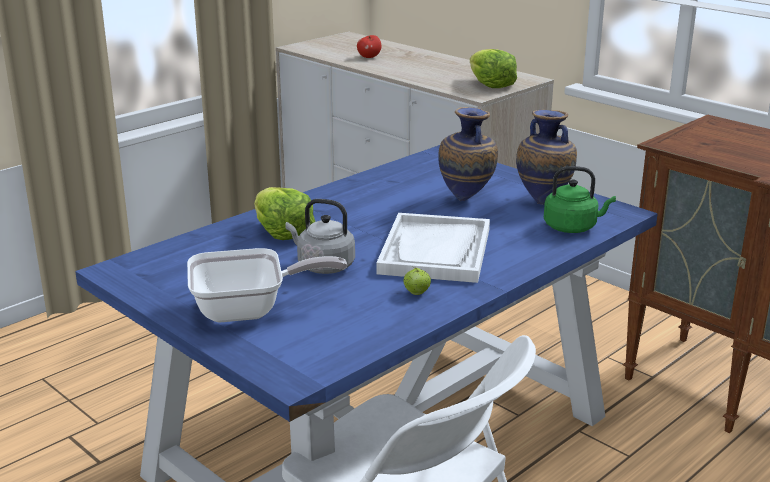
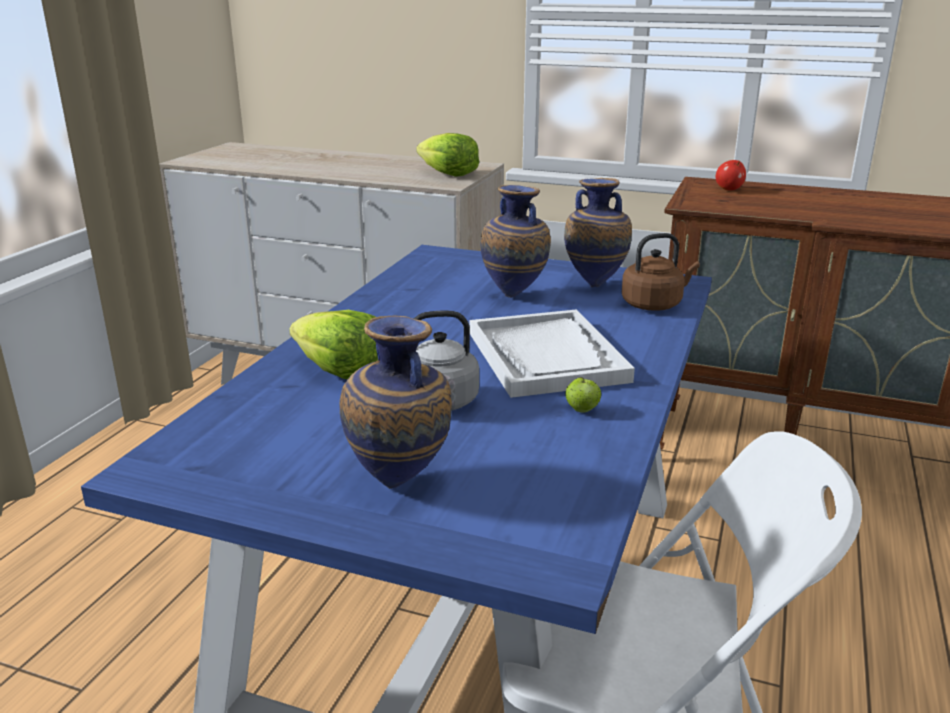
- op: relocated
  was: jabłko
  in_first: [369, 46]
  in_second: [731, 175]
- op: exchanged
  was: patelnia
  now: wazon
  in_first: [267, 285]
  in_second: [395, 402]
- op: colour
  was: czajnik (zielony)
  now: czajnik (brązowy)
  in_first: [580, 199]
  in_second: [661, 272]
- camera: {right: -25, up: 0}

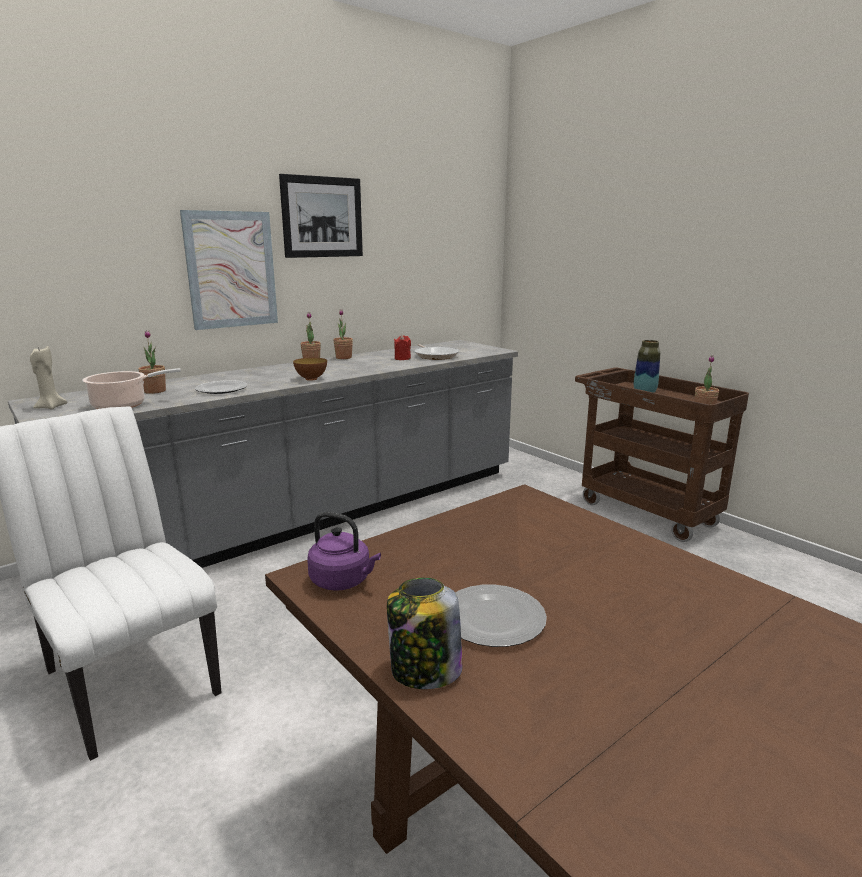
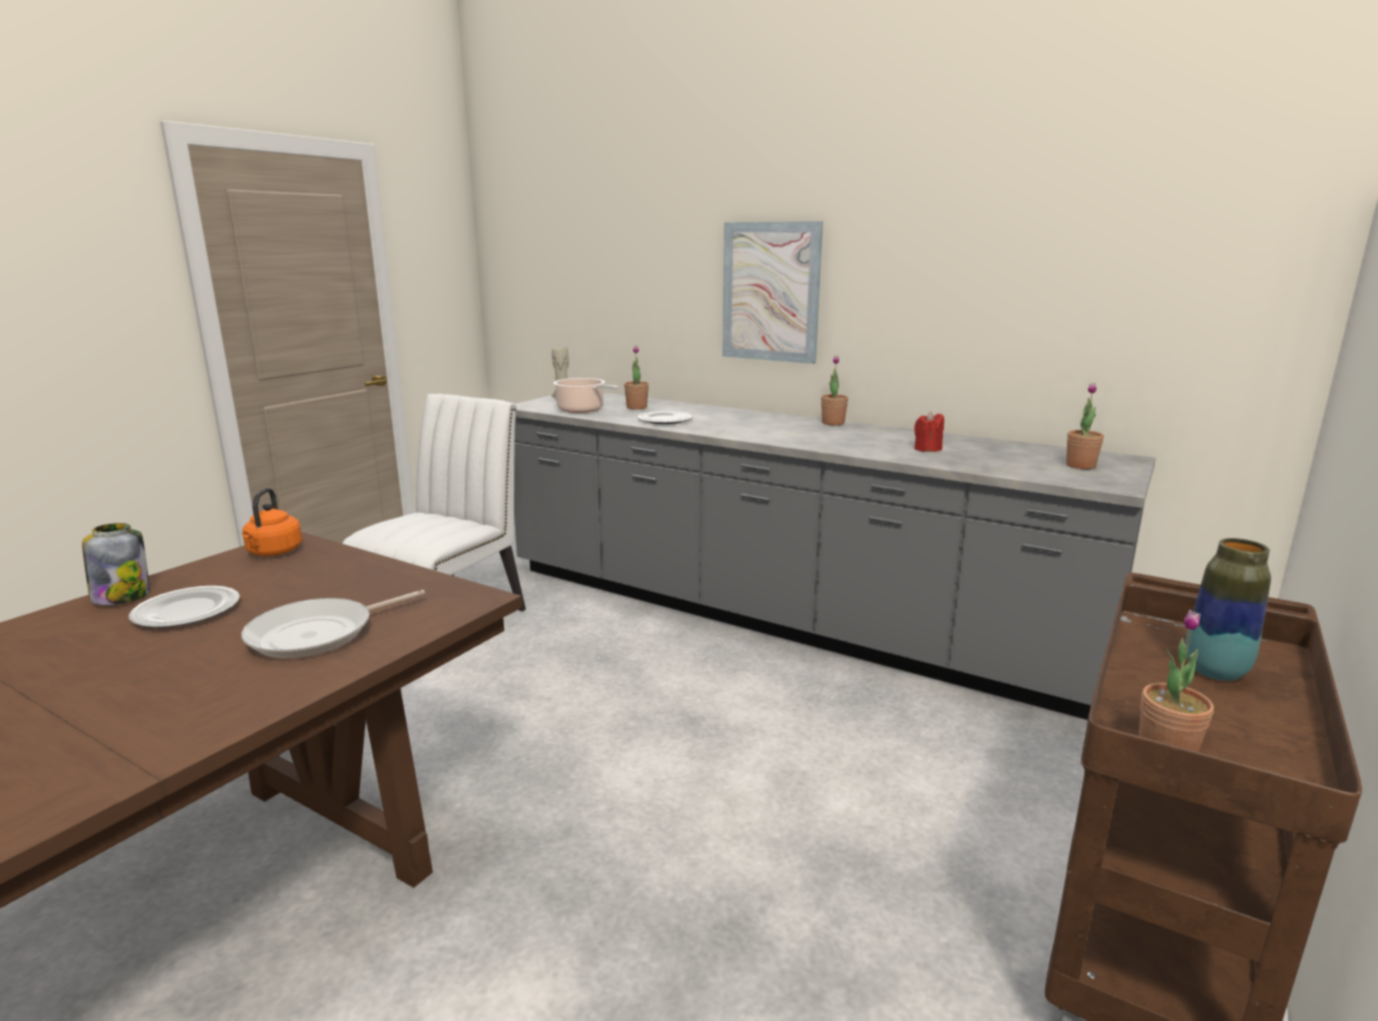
- op: missing
  was: obraz
  in_first: [321, 216]
- op: missing
  was: miska
  in_first: [310, 369]
- op: relocated
  was: roślina doniczkowa
  in_first: [343, 334]
  in_second: [1085, 426]
- op: relocated
  was: patelnia
  in_first: [436, 352]
  in_second: [333, 624]
- op: colour
  was: czajnik (fioletowy)
  now: czajnik (pomarańczowy)
  in_first: [344, 551]
  in_second: [272, 522]
- camera: {right: 70, up: 0}

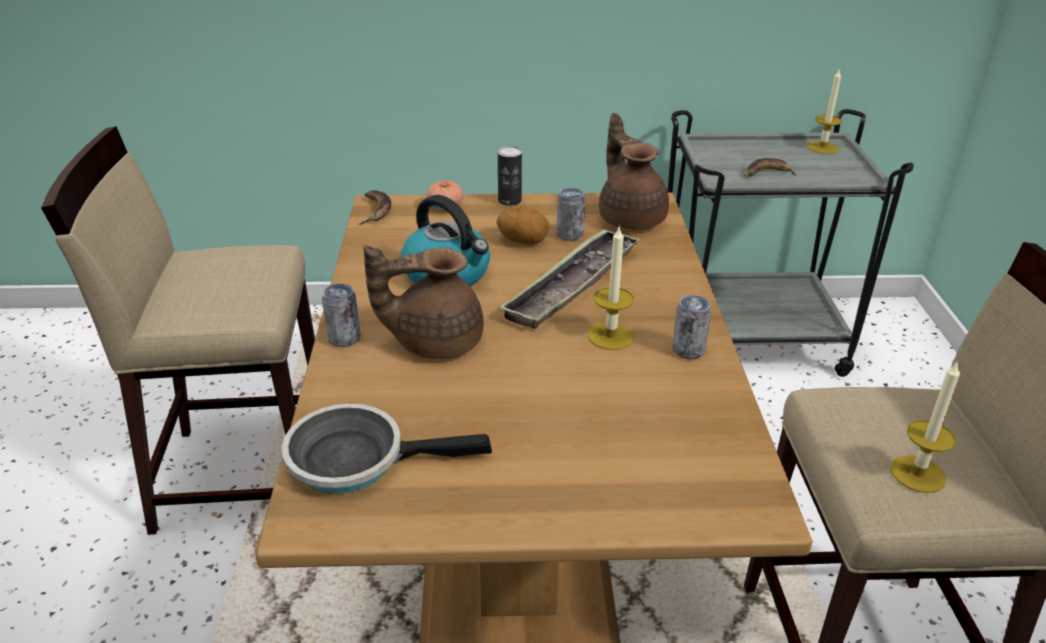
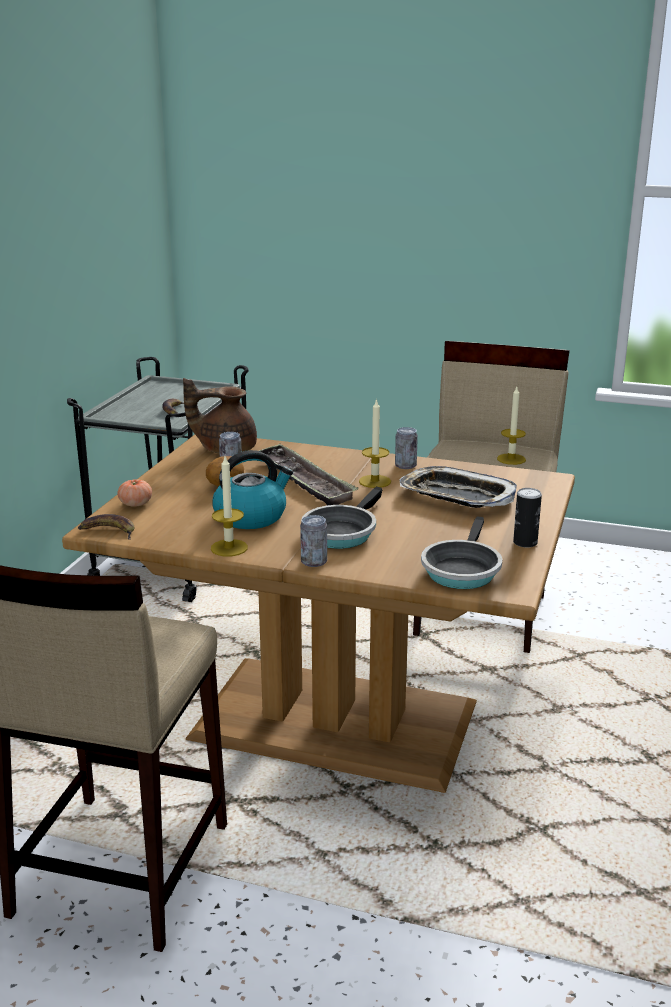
- op: appeared
  now: taca
  in_second: [458, 487]
- op: relocated
  was: puszka
  in_first: [510, 176]
  in_second: [527, 518]
- op: relocated
  was: świeca
  in_first: [824, 111]
  in_second: [229, 506]
- op: exchanged
  was: imbryk (brązowy)
  now: patelnia
  in_first: [423, 302]
  in_second: [341, 518]
- camera: {right: -70, up: -10}

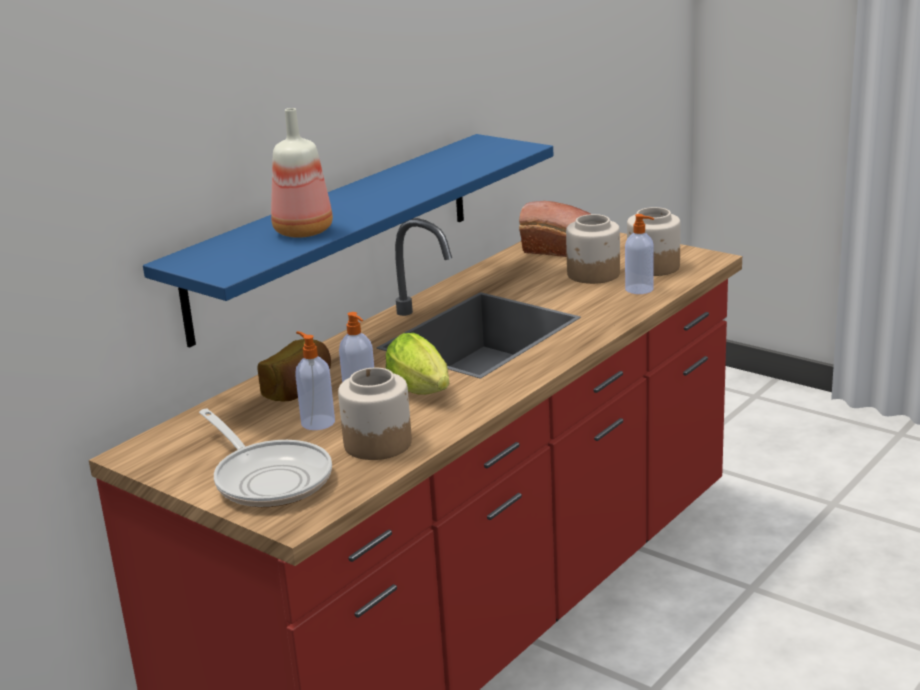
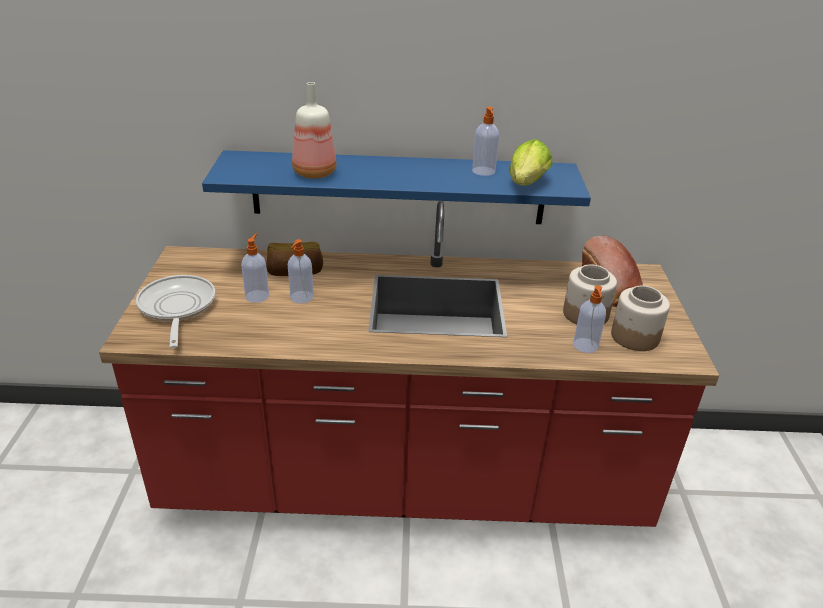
- op: missing
  was: słoik
  in_first: [375, 414]
- op: appeared
  now: dozownik mydła
  in_second: [485, 141]
- op: relocated
  was: sałata
  in_first: [417, 364]
  in_second: [531, 162]
- op: spun
  was: patelnia
  in_first: [265, 458]
  in_second: [175, 311]
  clockwise: 150
- camera: {right: 50, up: 10}

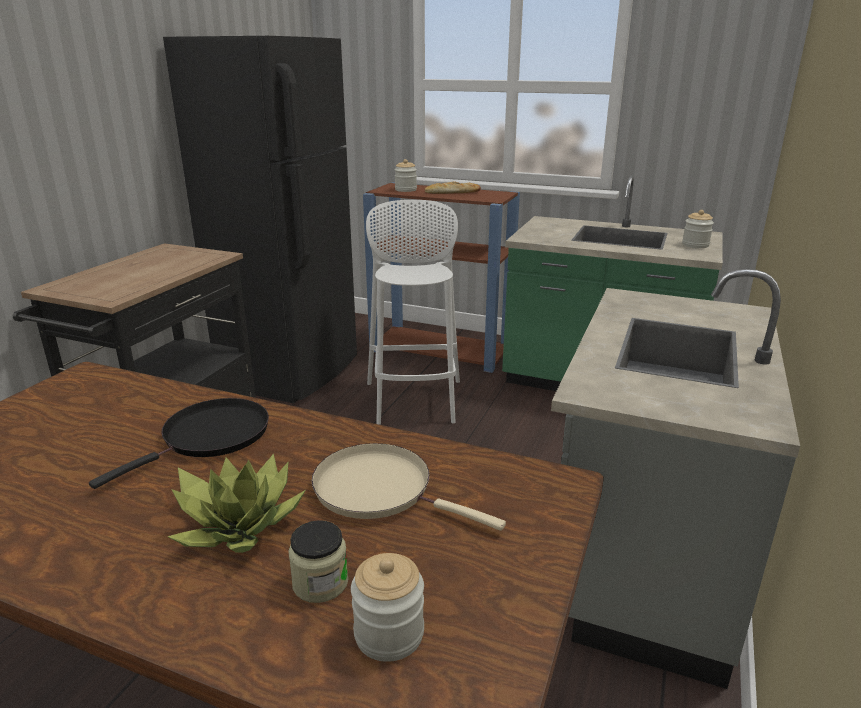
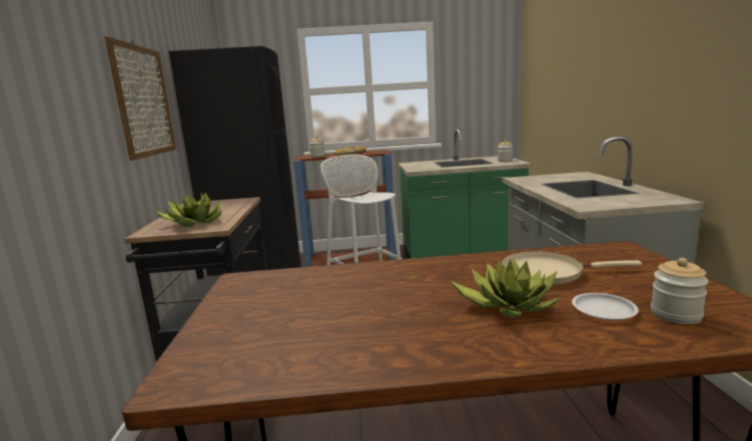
- op: missing
  was: patelnia (czarny)
  in_first: [179, 443]
- op: appeared
  now: obraz
  in_second: [140, 99]
- op: appeared
  now: roślina doniczkowa
  in_second: [188, 210]
- op: exchanged
  was: słoik
  now: talerz (biały)
  in_first: [318, 561]
  in_second: [605, 306]
- camera: {right: -25, up: -10}

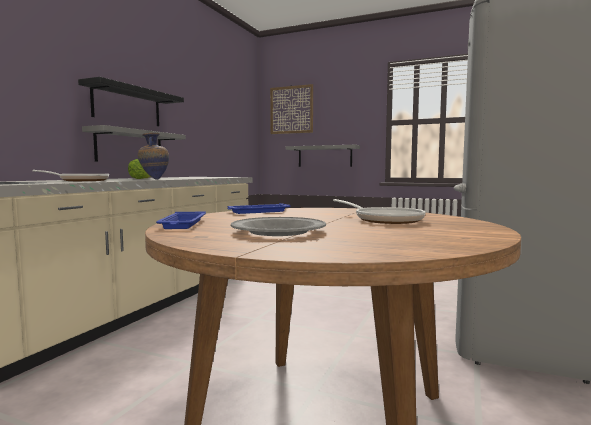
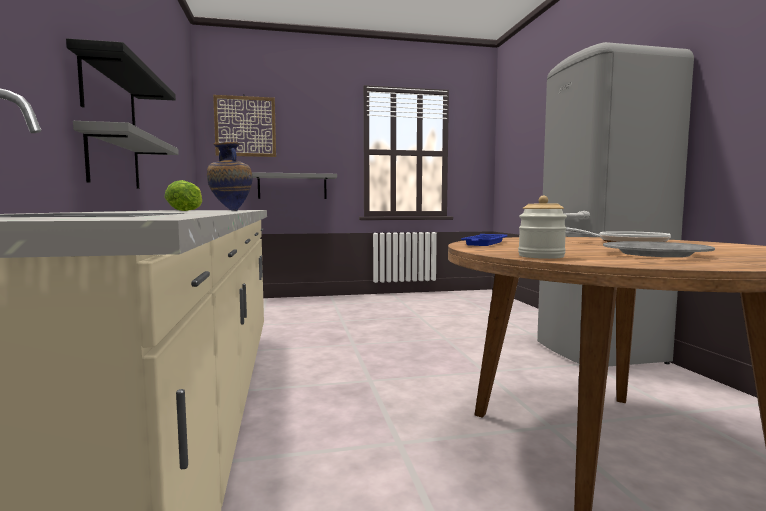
- op: missing
  was: patelnia
  in_first: [70, 175]
- op: exchanged
  was: taca (niebieski)
  now: słoik
  in_first: [181, 220]
  in_second: [542, 227]
- camera: {right: -35, up: 0}

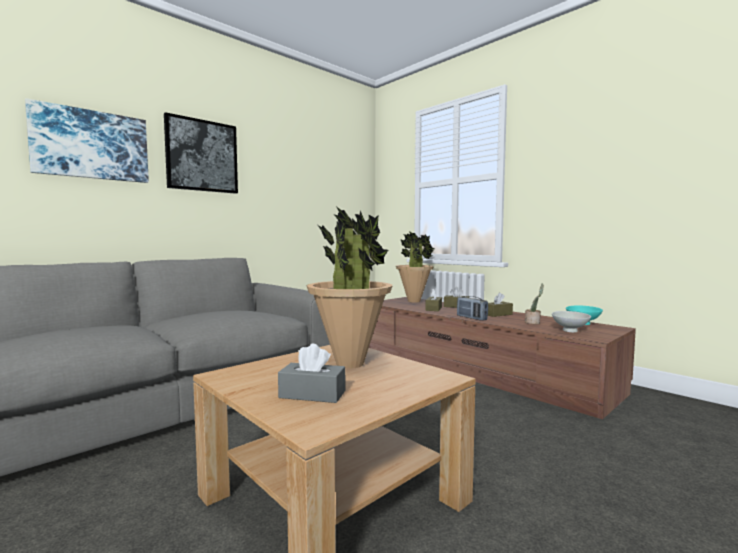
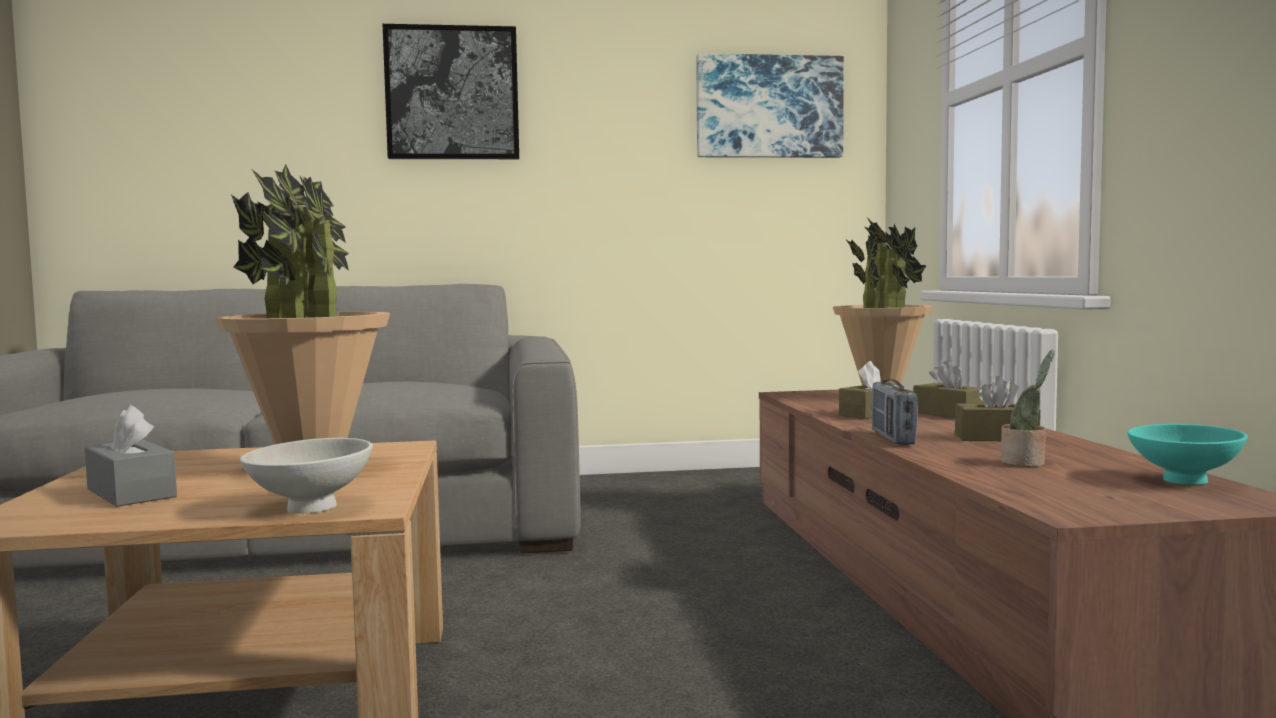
- op: relocated
  was: obraz
  in_first: [87, 140]
  in_second: [770, 105]
- op: relocated
  was: miska (biały)
  in_first: [571, 321]
  in_second: [306, 475]
- camera: {right: 35, up: 0}

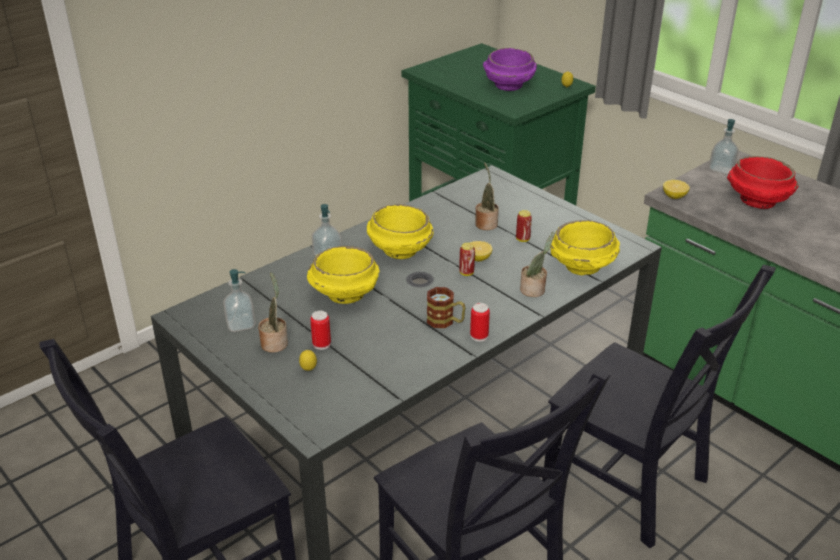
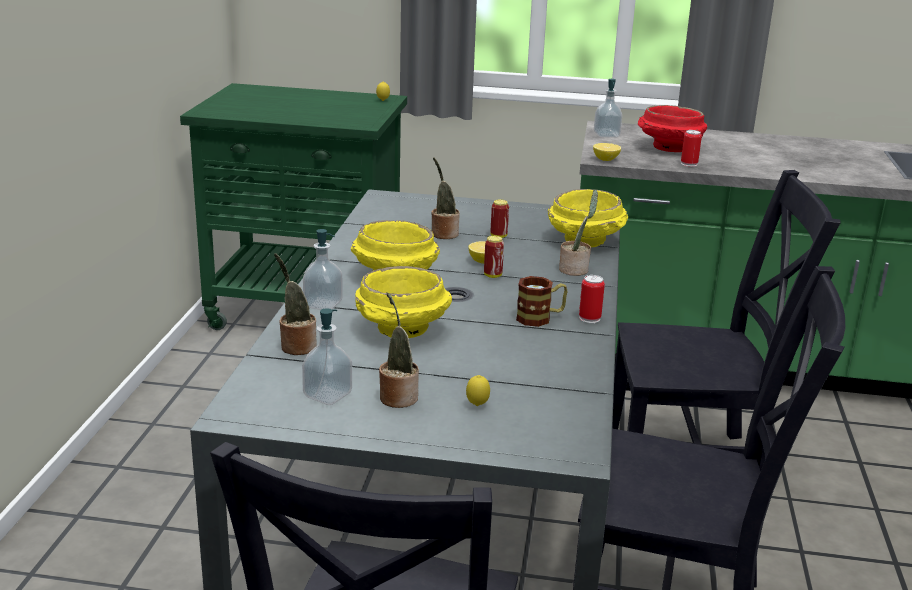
- op: missing
  was: miska (fioletowy)
  in_first: [510, 69]
- op: appeared
  now: roślina doniczkowa
  in_second: [295, 304]
- op: relocated
  was: puszka
  in_first: [320, 330]
  in_second: [691, 148]
- camera: {right: -40, up: -10}

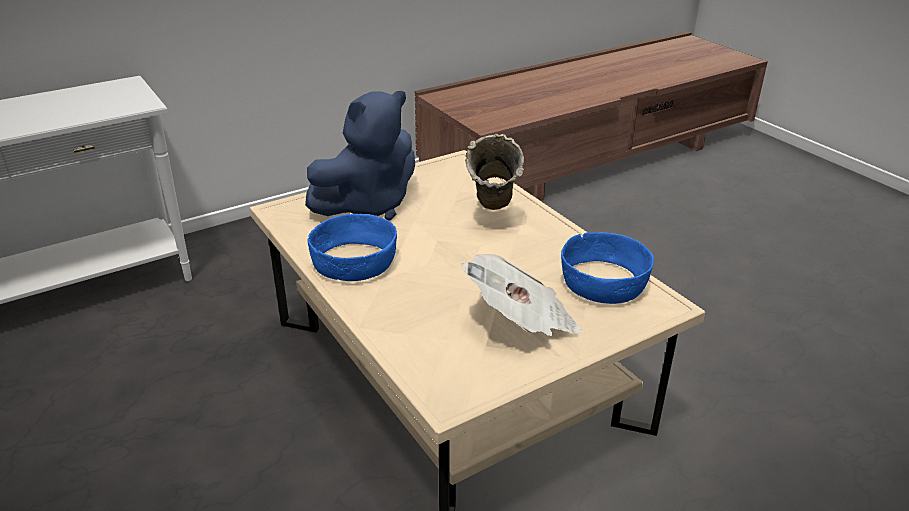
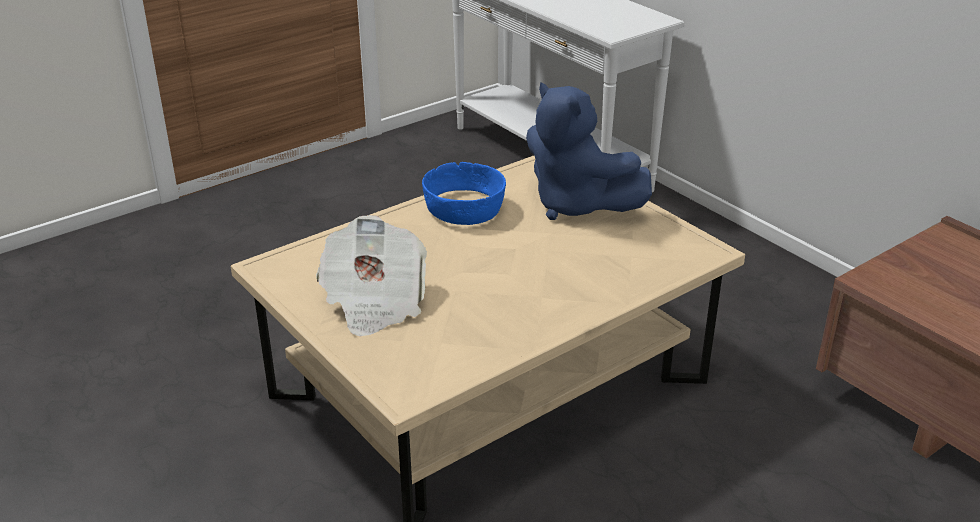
- op: missing
  was: wazon (beżowy)
  in_first: [494, 172]
- op: missing
  was: miska (niebieski)
  in_first: [607, 268]
- camera: {right: 85, up: 0}

